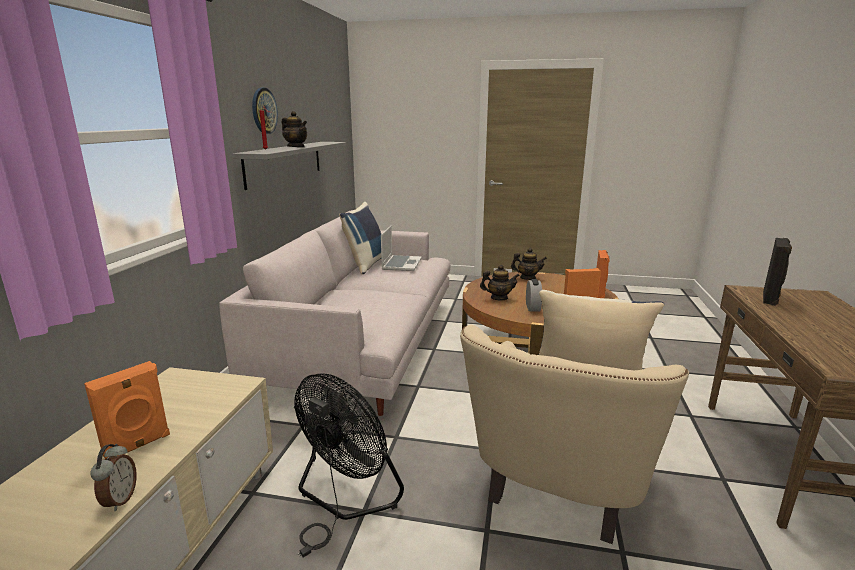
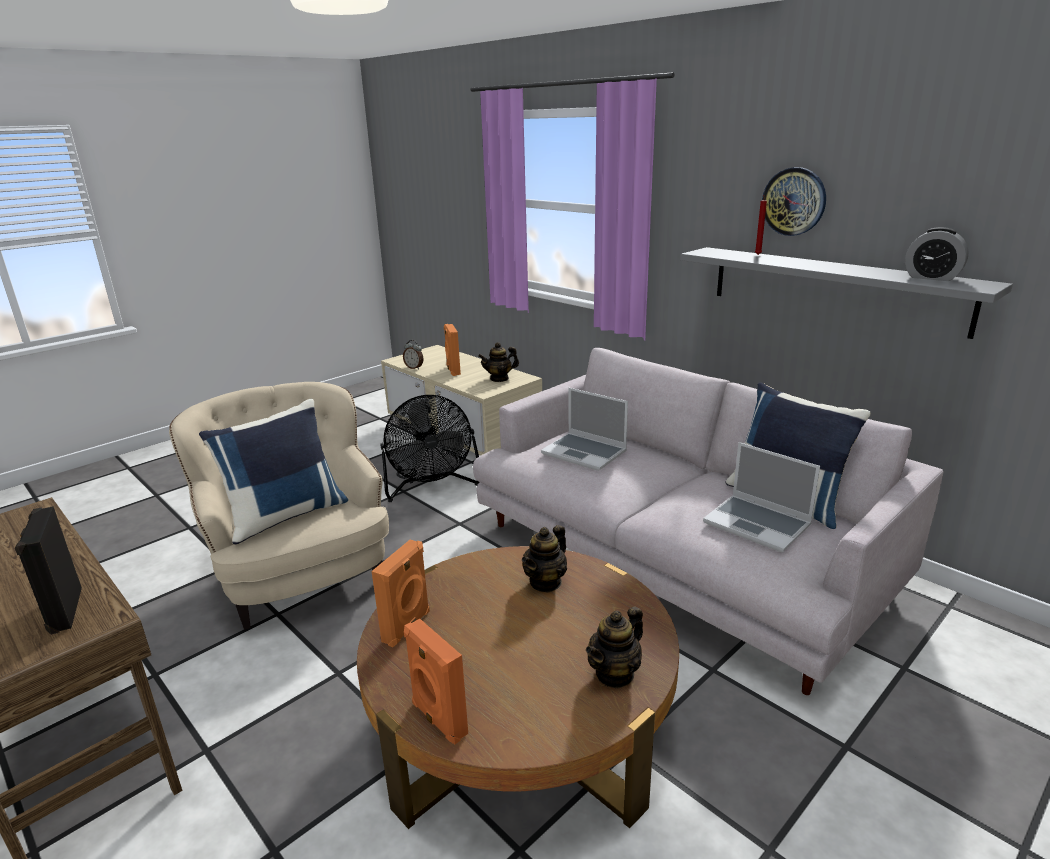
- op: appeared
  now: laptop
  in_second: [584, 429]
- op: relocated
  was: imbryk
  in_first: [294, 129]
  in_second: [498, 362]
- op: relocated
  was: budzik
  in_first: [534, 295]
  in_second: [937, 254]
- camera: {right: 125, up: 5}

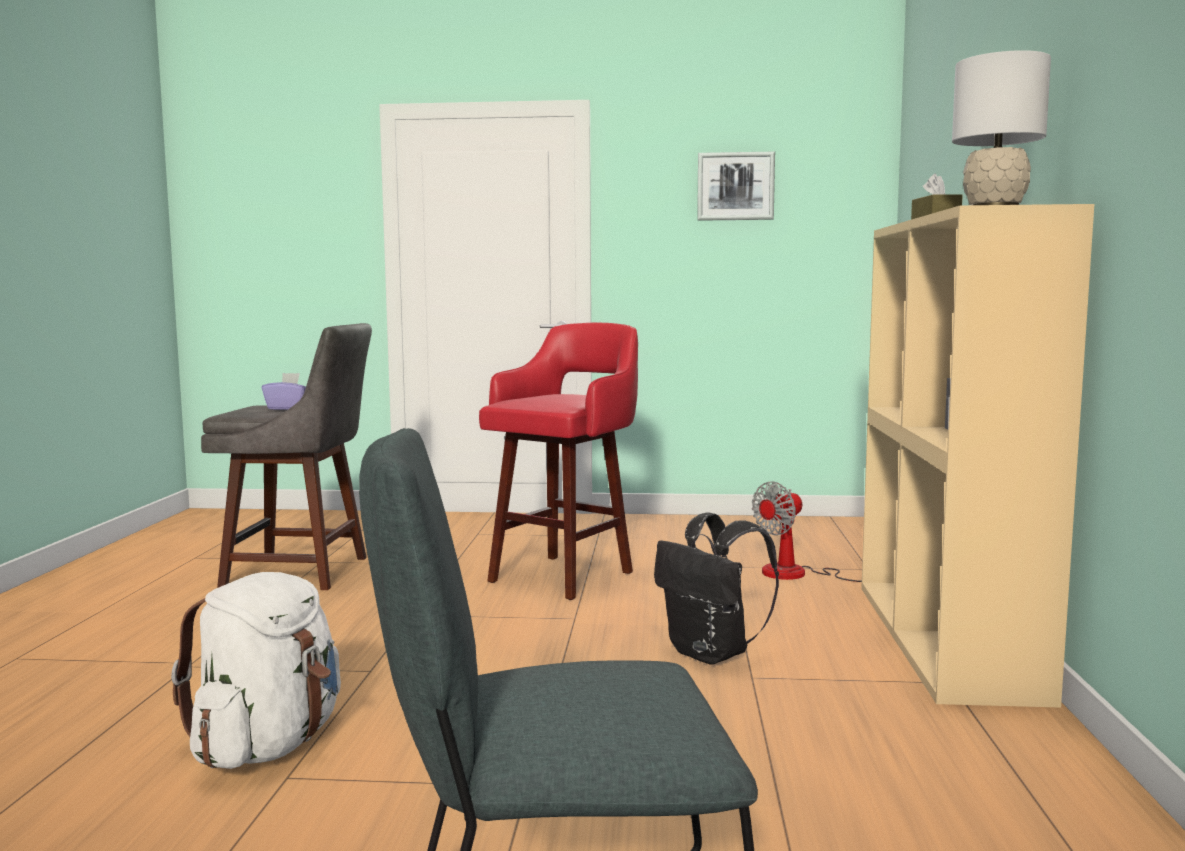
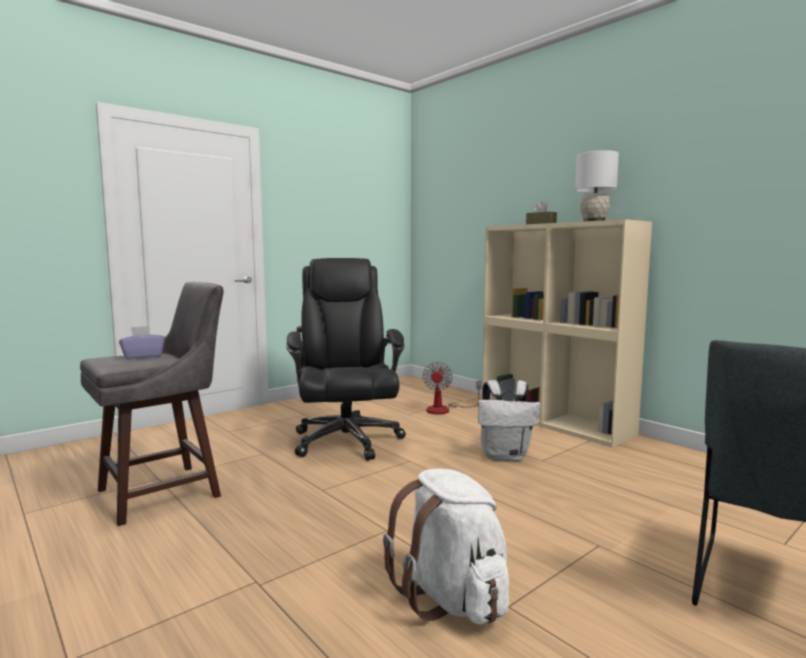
- op: missing
  was: obraz
  in_first: [736, 186]
- op: exchanged
  was: stołek (czerwony)
  now: krzesło biurowe (czarny)
  in_first: [558, 461]
  in_second: [346, 359]
- op: colour
  was: plecak (czarny)
  now: plecak (biały)
  in_first: [716, 588]
  in_second: [509, 420]
- camera: {right: -45, up: 0}

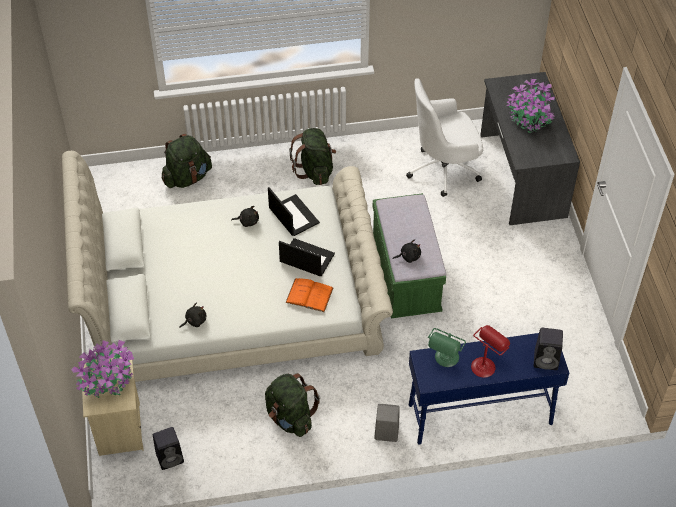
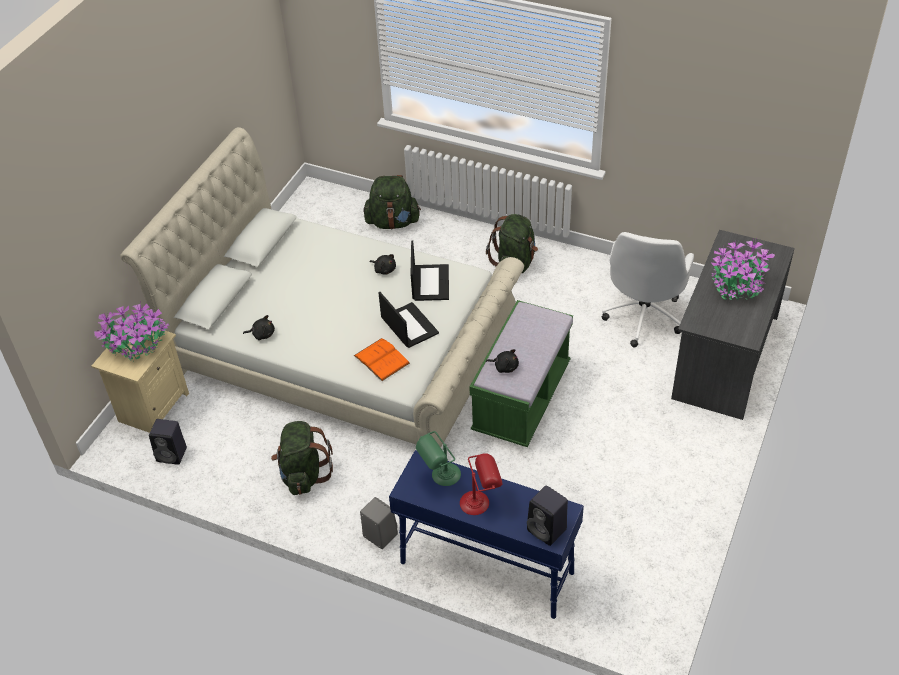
- op: spun
  was: krzesło biurowe (biały)
  in_first: [444, 137]
  in_second: [648, 290]
  clockwise: -90
- camera: {right: 35, up: -5}

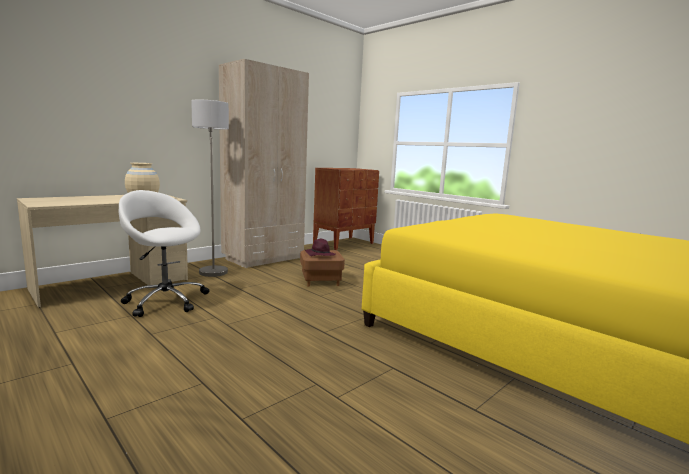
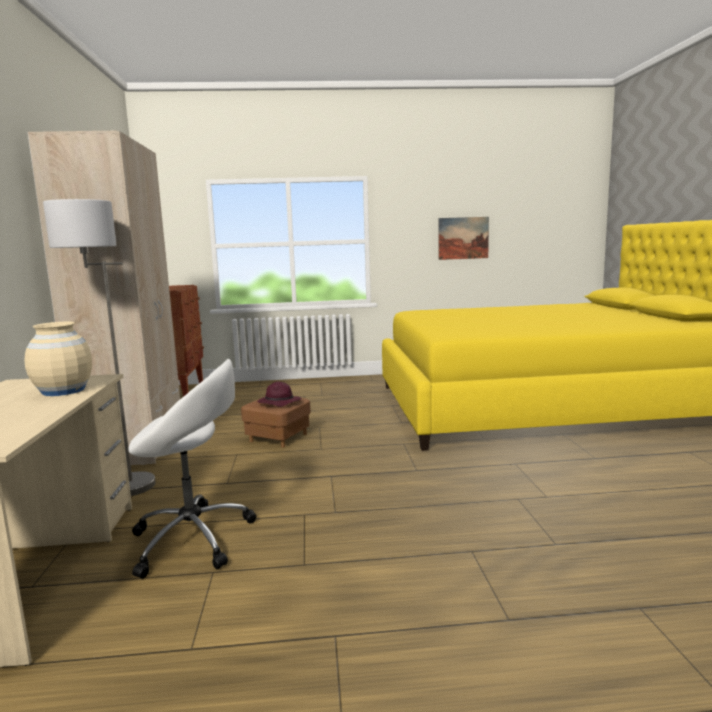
- op: appeared
  now: obraz
  in_second: [464, 238]
- op: spun
  was: krzesło biurowe (biały)
  in_first: [164, 253]
  in_second: [192, 468]
  clockwise: -150
- camera: {right: -50, up: 0}

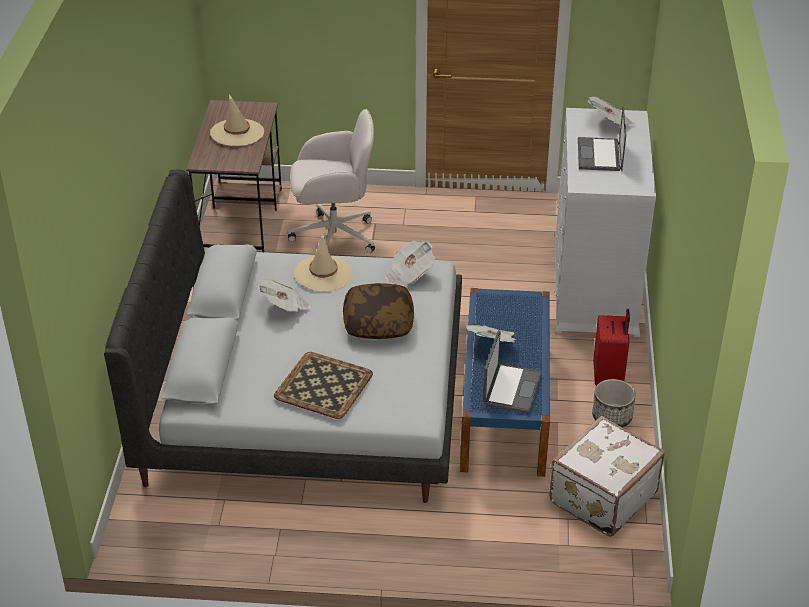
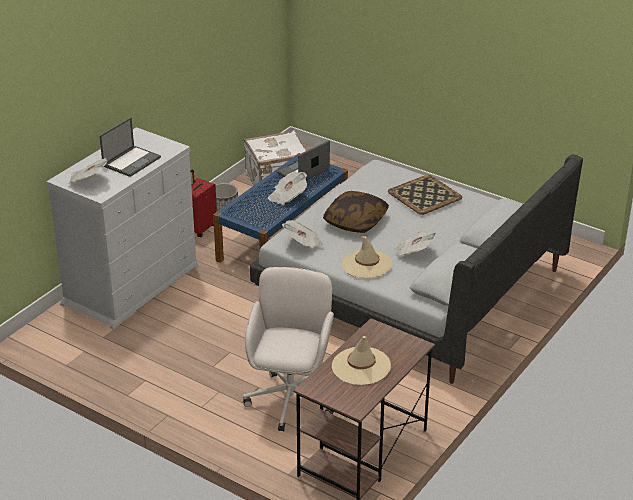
- op: spun
  was: krzesło biurowe (biały)
  in_first: [331, 181]
  in_second: [288, 349]
  clockwise: 75
- camera: {right: -150, up: -5}

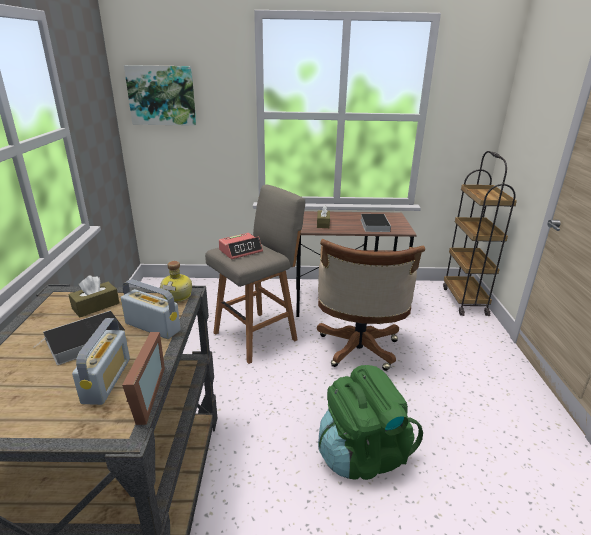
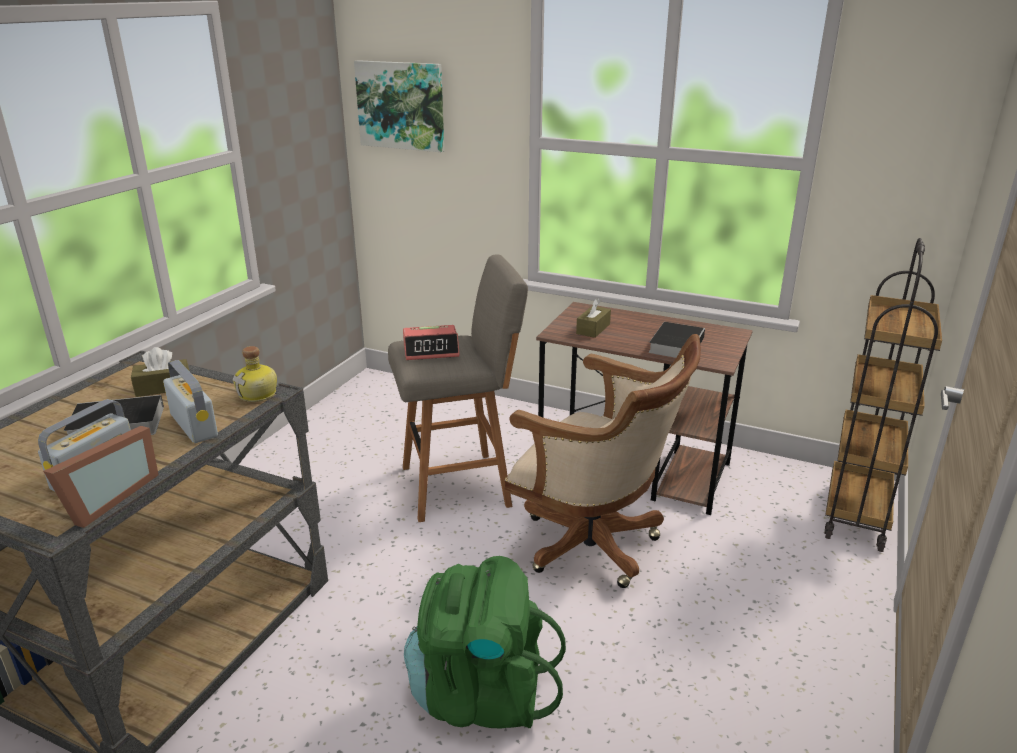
- op: spun
  was: krzesło biurowe
  in_first: [371, 305]
  in_second: [602, 461]
  clockwise: -90
- camera: {right: 25, up: 0}

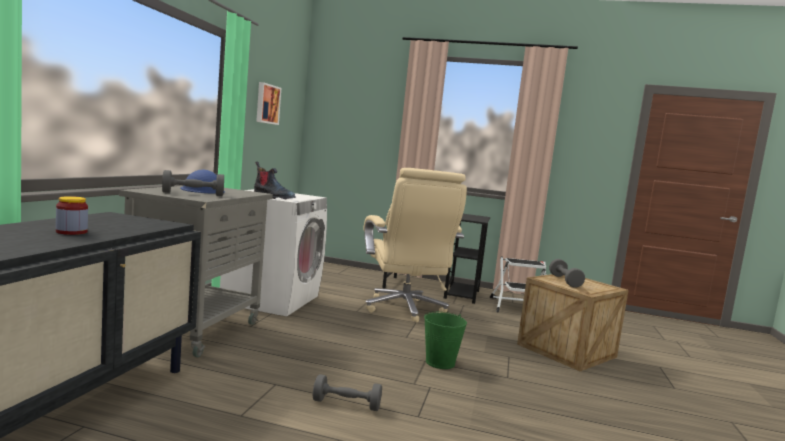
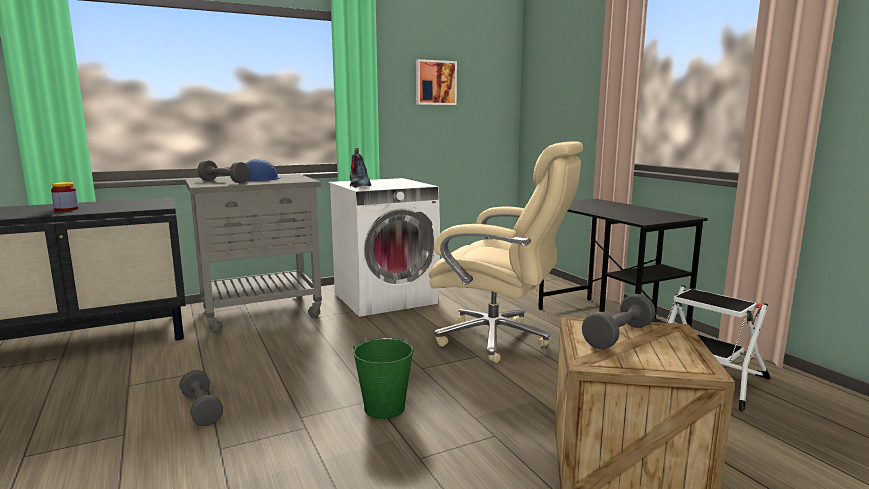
- op: spun
  was: krzesło biurowe (beżowy)
  in_first: [415, 245]
  in_second: [506, 252]
  clockwise: -105
- camera: {right: 50, up: 5}

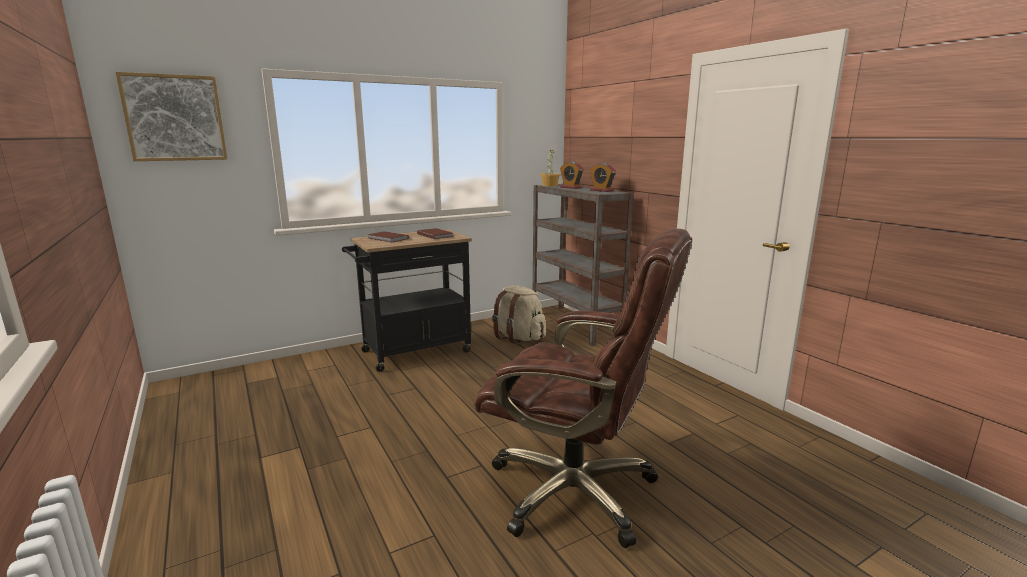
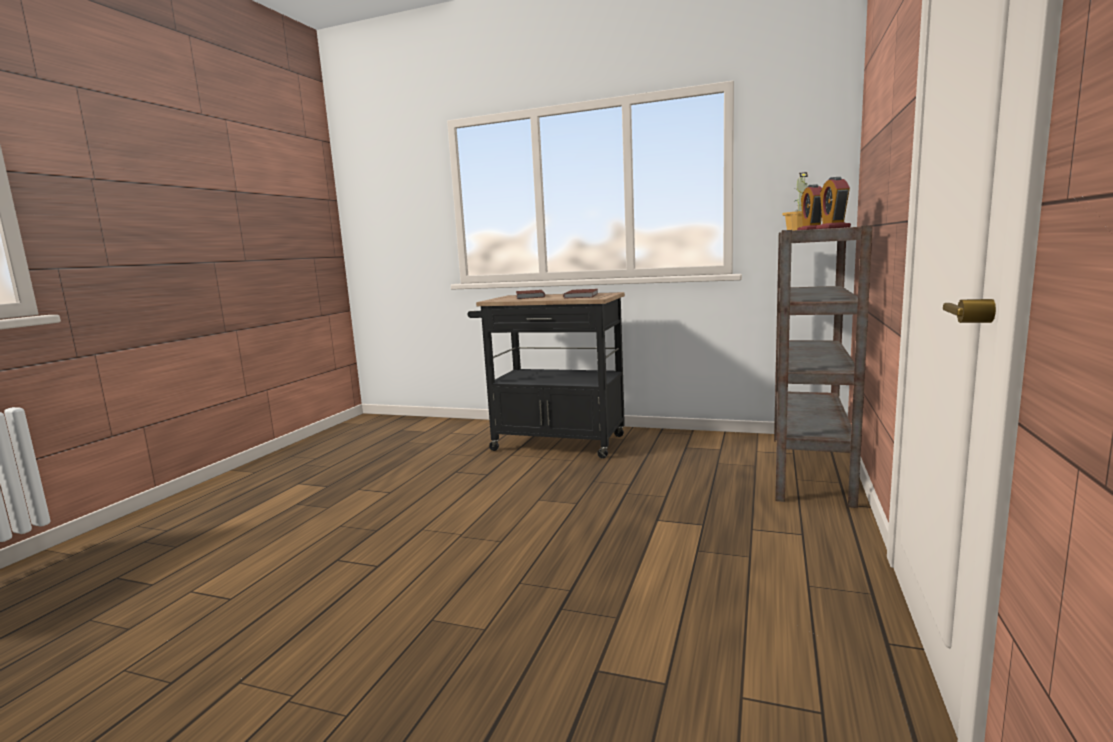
- op: missing
  was: obraz
  in_first: [171, 116]
- op: missing
  was: krzesło biurowe (brązowy)
  in_first: [583, 388]
- op: missing
  was: plecak (beżowy)
  in_first: [519, 315]
- camera: {right: 50, up: -5}

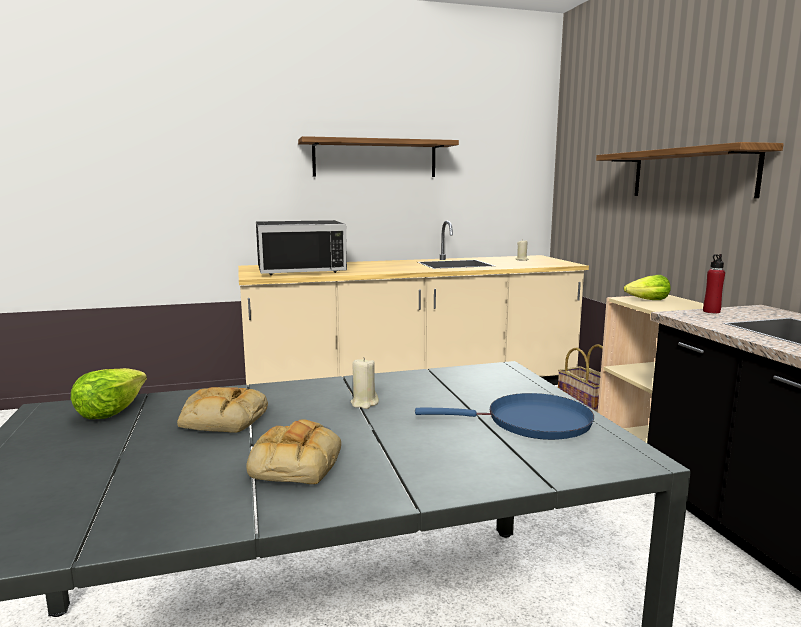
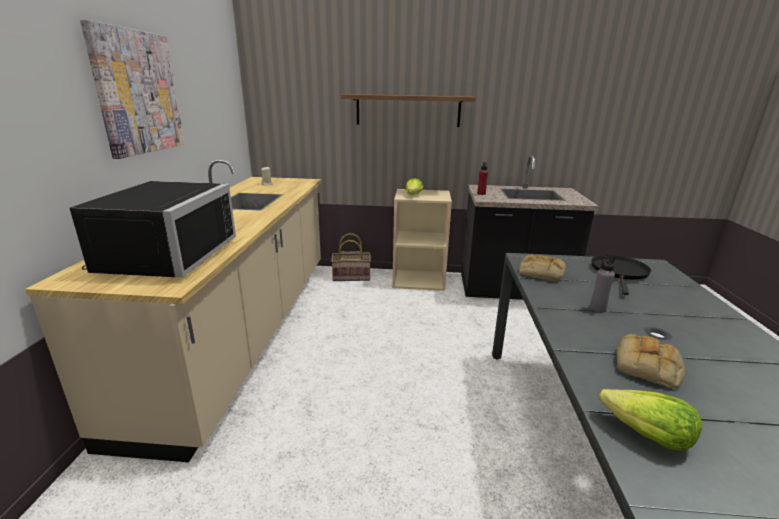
- op: relocated
  was: chleb
  in_first: [294, 451]
  in_second: [542, 268]
- op: exchanged
  was: półka
  now: obraz
  in_first: [378, 156]
  in_second: [132, 89]
- op: exchanged
  was: świeca (beżowy)
  now: butelka (szary)
  in_first: [364, 383]
  in_second: [602, 284]
- op: colour
  was: patelnia (niebieski)
  now: patelnia (czarny)
  in_first: [504, 416]
  in_second: [621, 275]
- camera: {right: -70, up: 10}

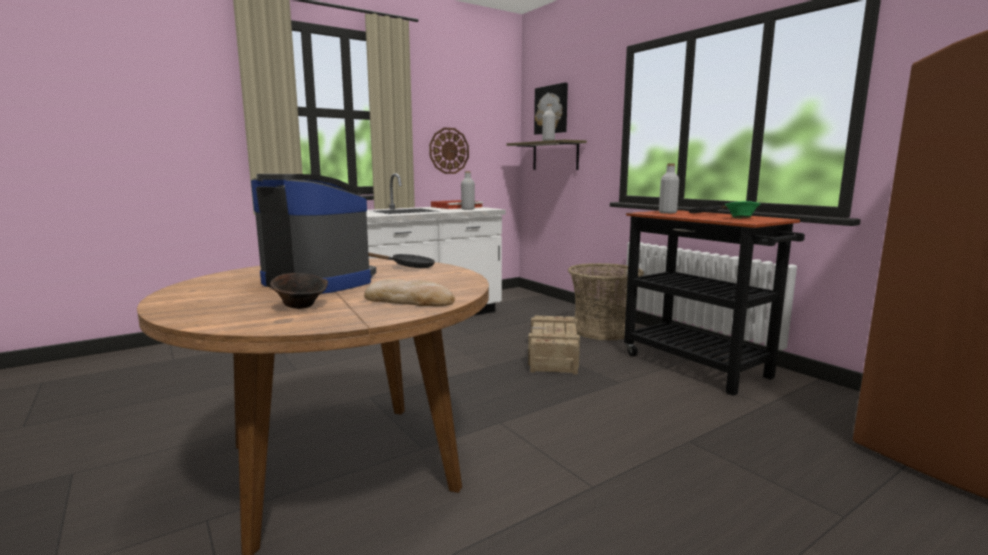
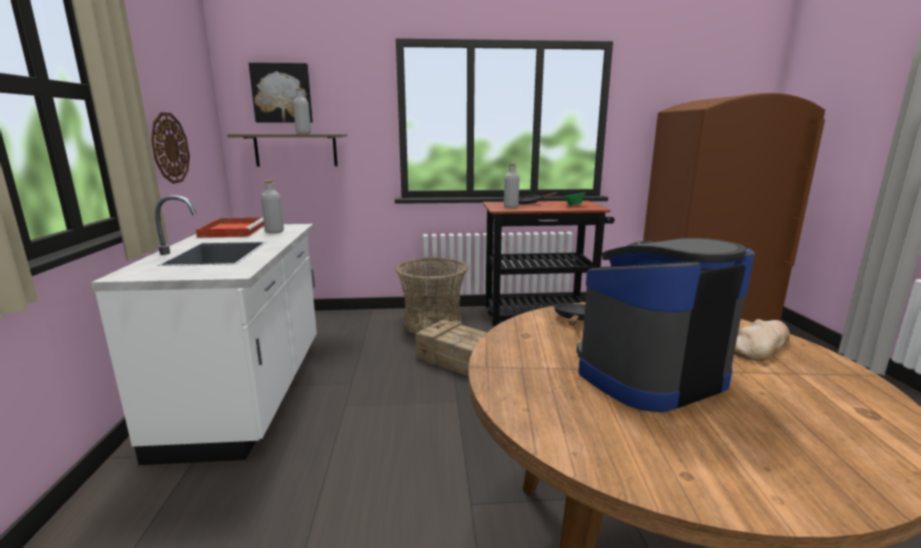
- op: missing
  was: miska (brązowy)
  in_first: [299, 291]
- camera: {right: -60, up: 5}

